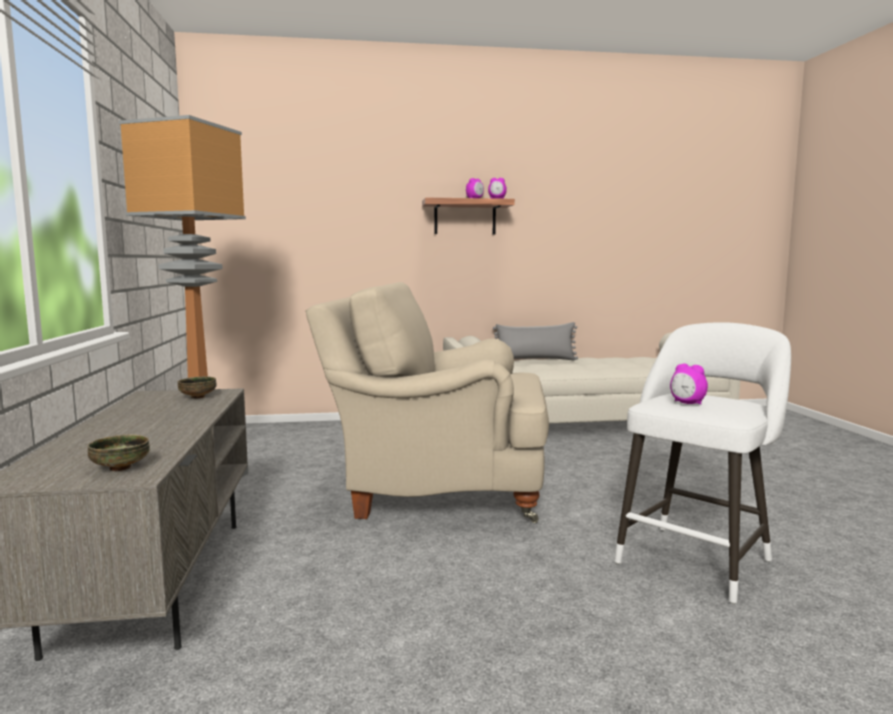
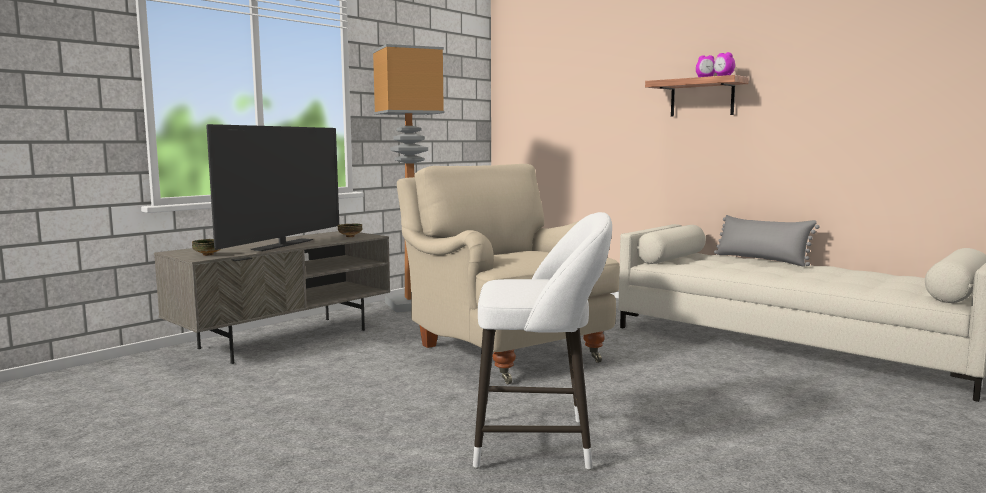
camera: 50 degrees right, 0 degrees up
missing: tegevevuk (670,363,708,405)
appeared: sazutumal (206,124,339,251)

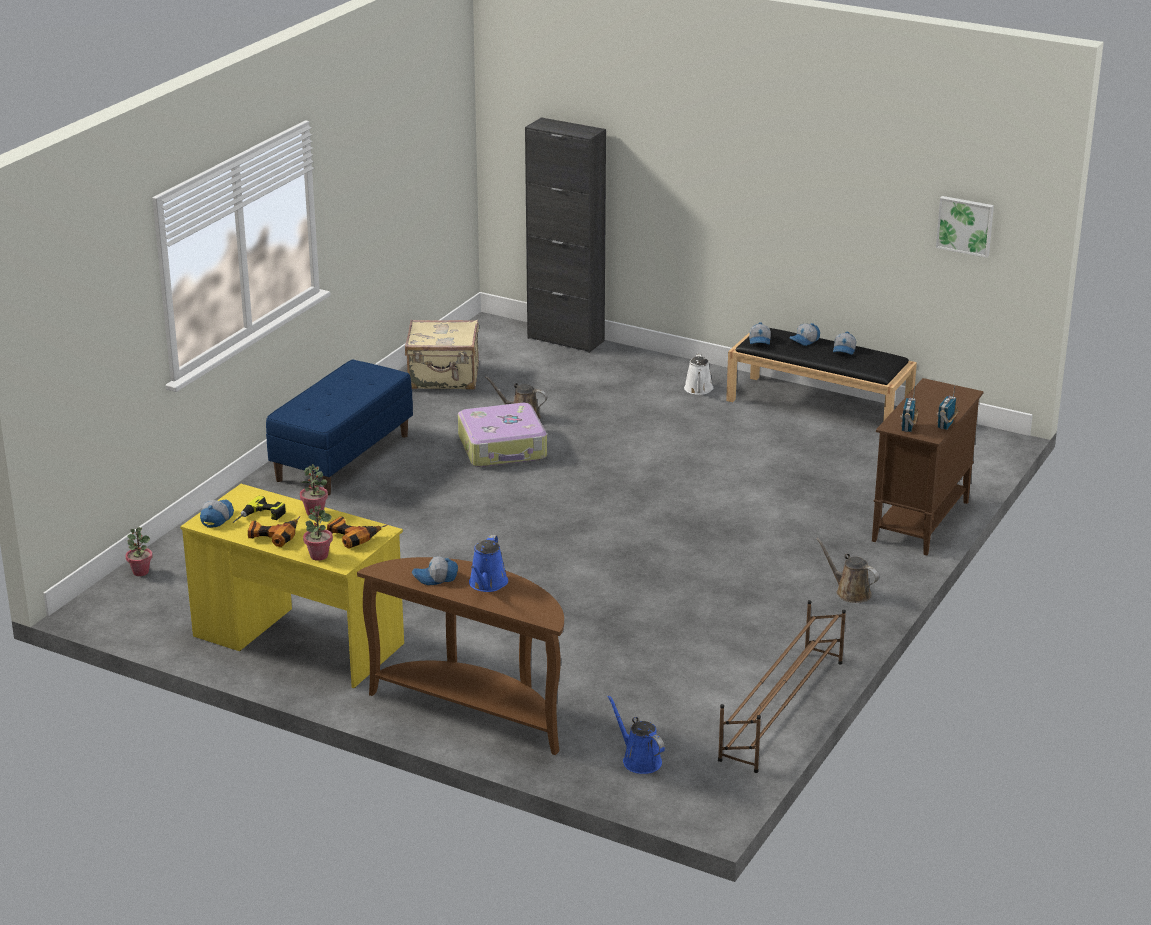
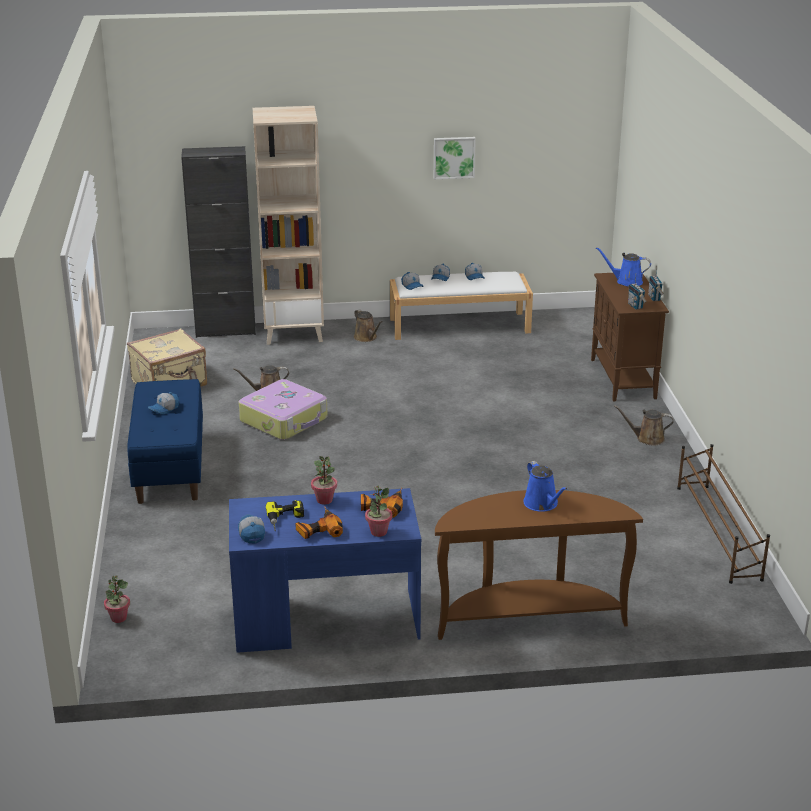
camera: 35 degrees left, 0 degrees up
appeared: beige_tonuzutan (253,106,324,345)
relocated: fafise (412,556,458,585) to (148,392,179,414); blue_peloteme (607,695,665,774) to (596,247,651,287); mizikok (936,196,994,258) to (434,137,476,179)
colour: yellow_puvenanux (180,484,404,688) to blue_puvenanux (229,488,421,653); white_peloteme (684,353,713,395) to brown_peloteme (354,309,382,342); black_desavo (726,328,917,421) to white_desavo (390,272,533,340)

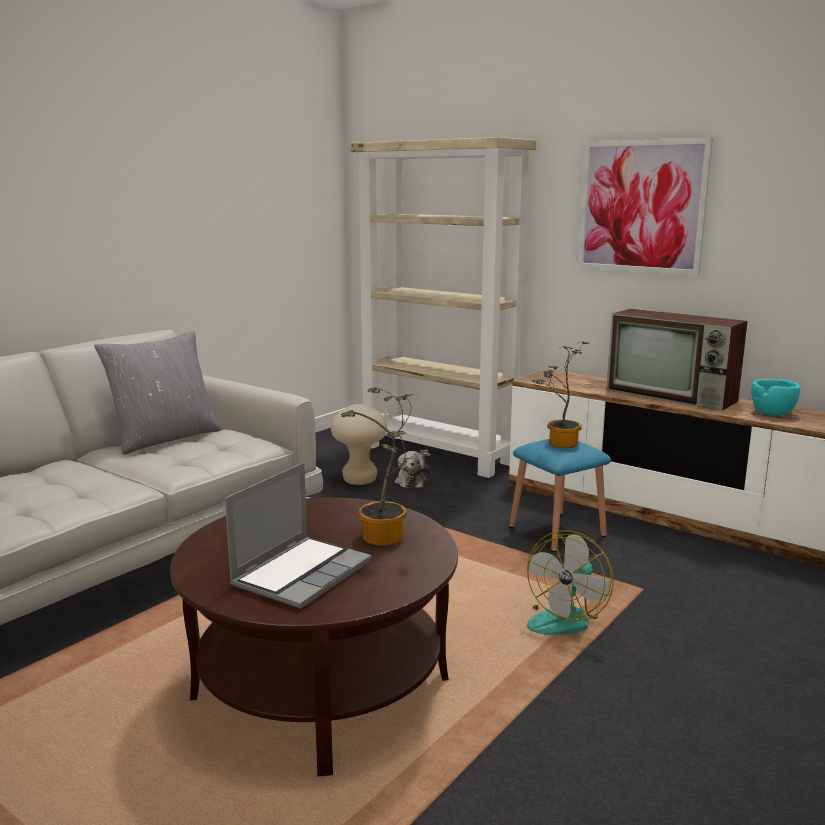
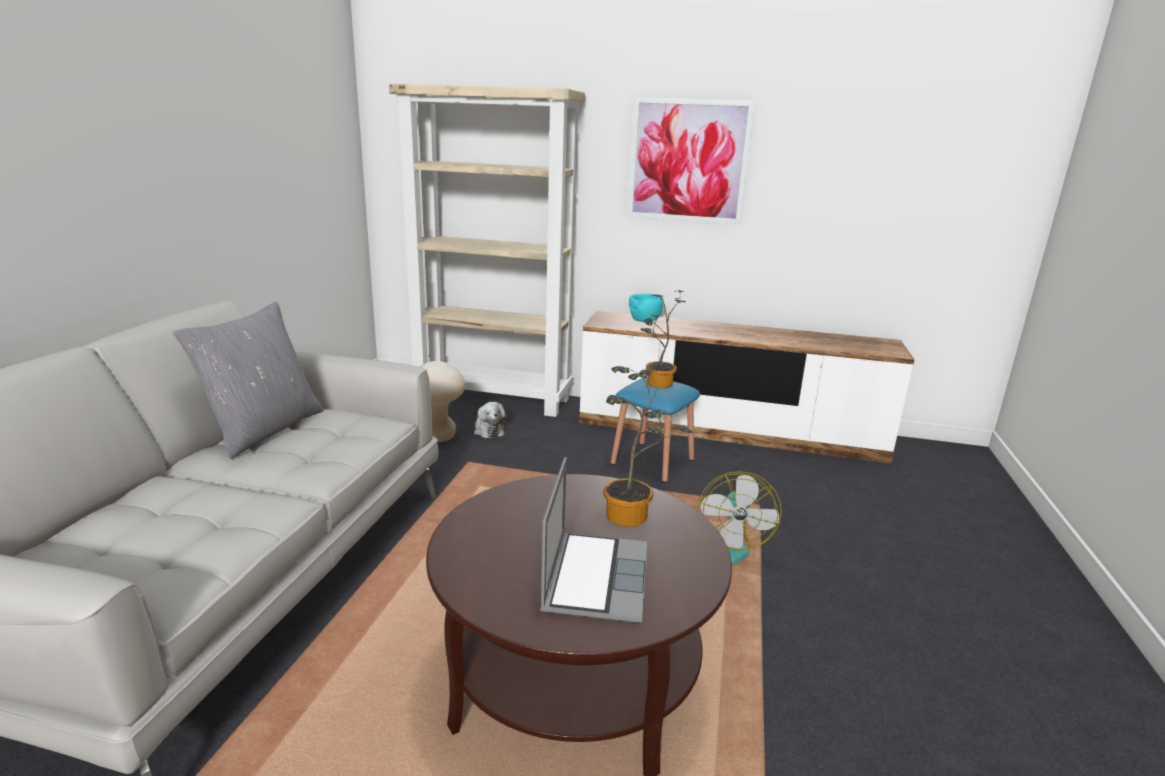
camera: 25 degrees left, 5 degrees up
missing: sazutumal (607,309,748,411)
relocated: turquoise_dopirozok (751,379,800,416) to (629,294,664,322)

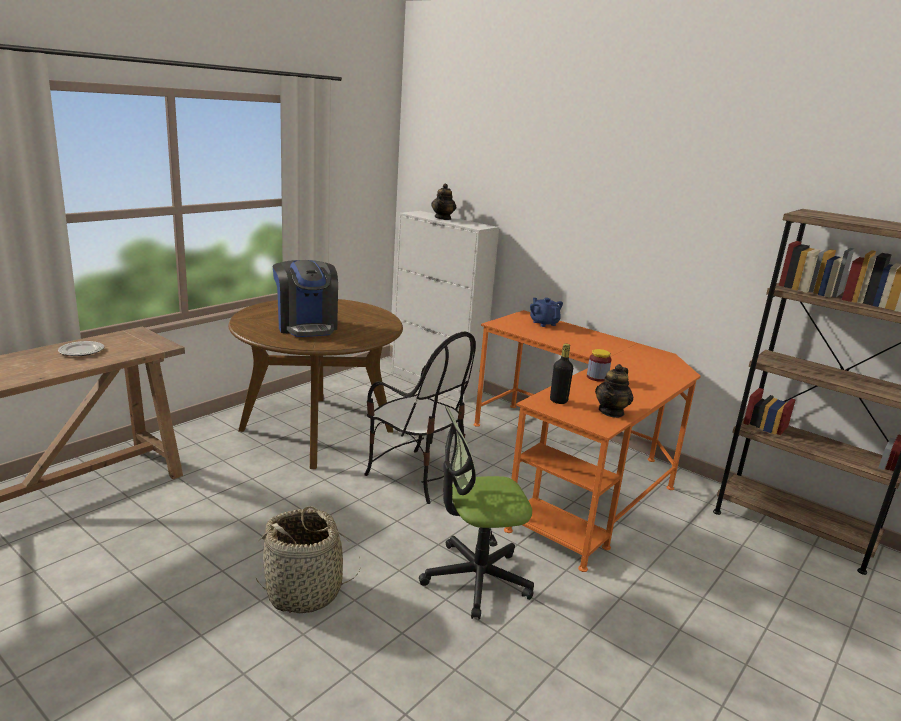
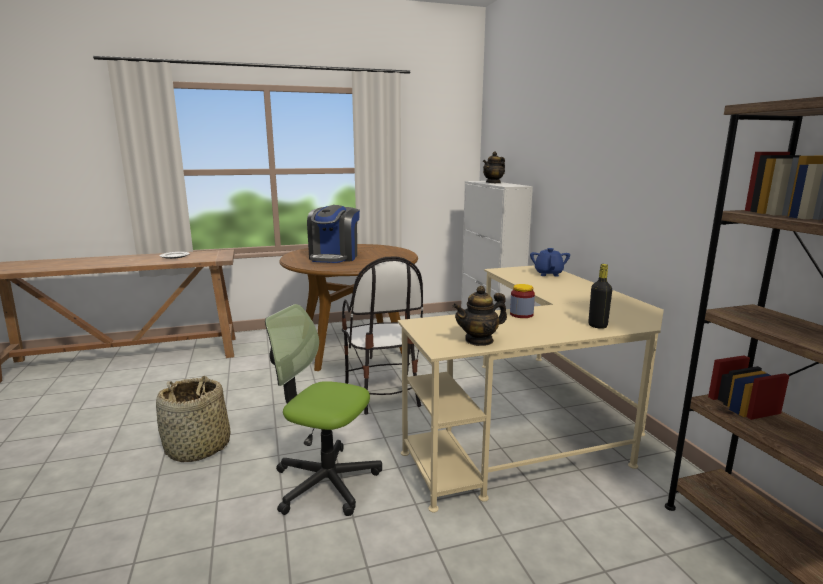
camera: 35 degrees right, 5 degrees down
relocated: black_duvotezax (550,344,573,404) to (588,264,612,329)
colour: orange_puvenanux (474,310,701,572) to beige_puvenanux (398,265,664,512)

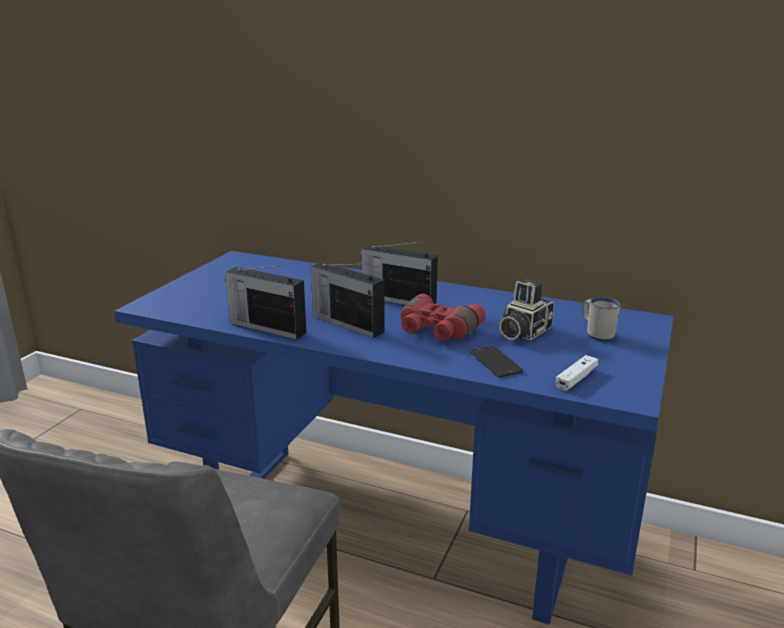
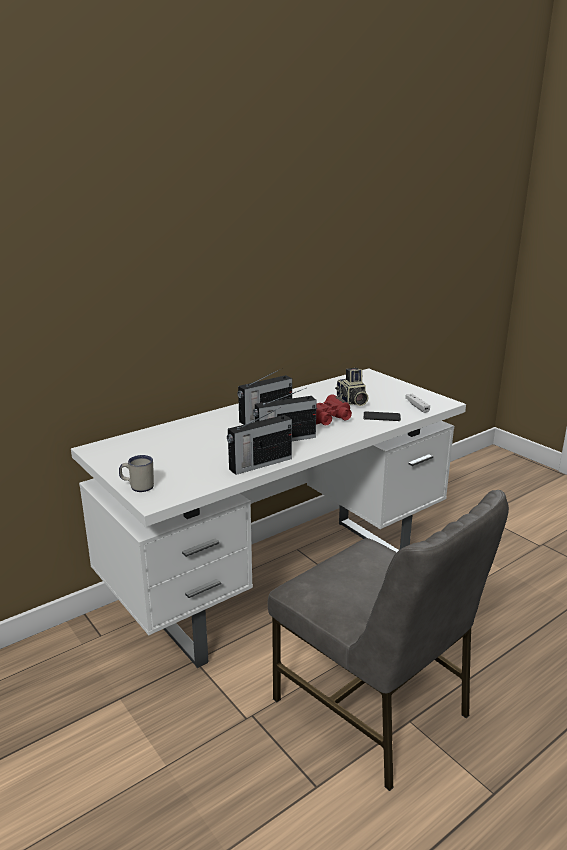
camera: 60 degrees left, 0 degrees up
relocated: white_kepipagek (582,297,621,341) to (119,455,154,492)
colour: blue_puvenanux (114,251,674,625) to white_puvenanux (71,368,466,668)

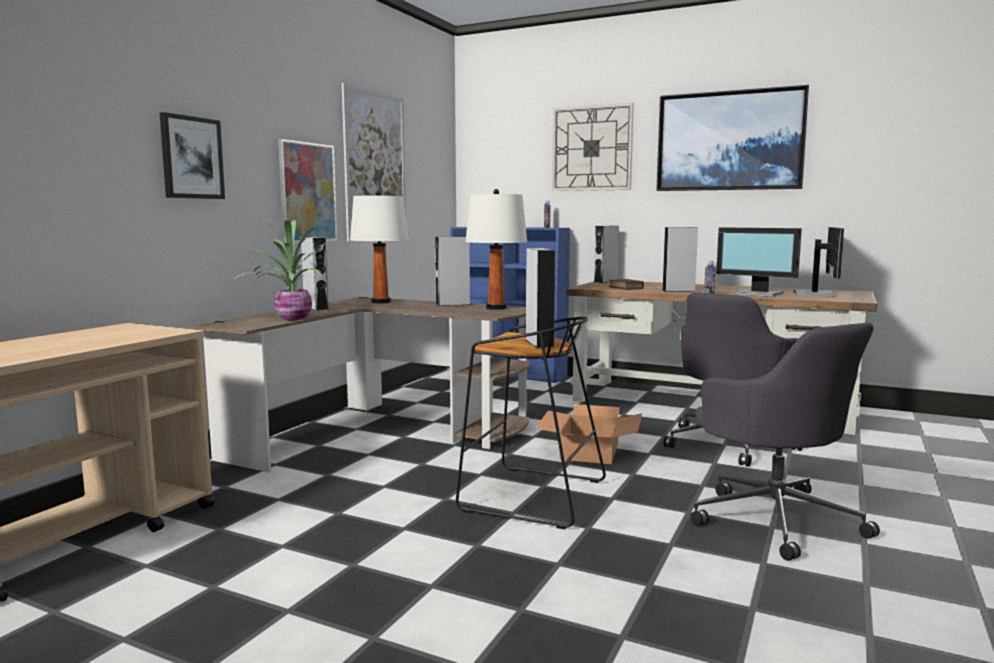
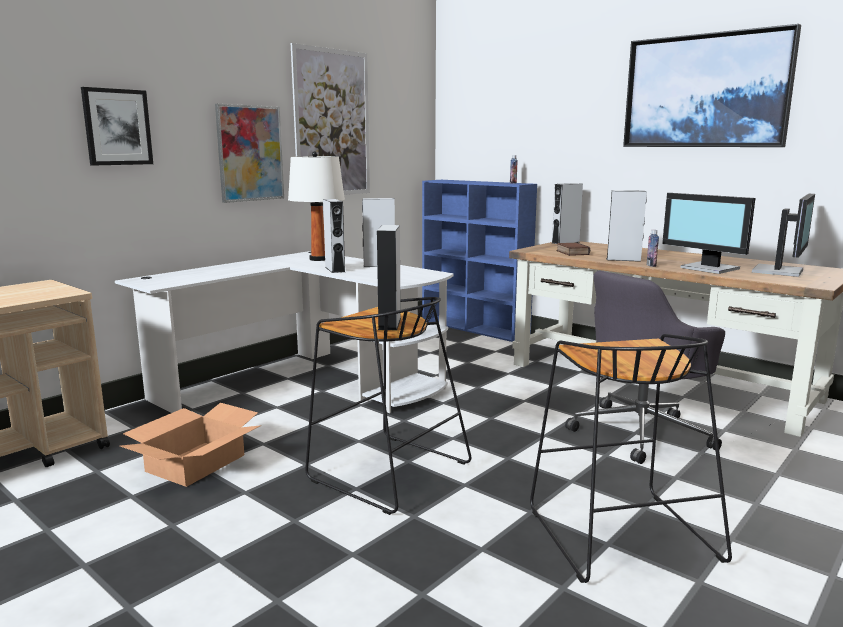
camera: 15 degrees right, 5 degrees up
missing: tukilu (233,220,347,320); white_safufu (466,189,527,310); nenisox (552,103,634,191)
relocated: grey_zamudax (301,237,329,311) to (323,199,345,273); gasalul (535,404,642,464) to (120,403,262,487)
exchanged: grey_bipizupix (691,323,880,561) to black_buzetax (530,334,732,583)
colour: brown_puvenanux (187,297,530,472) to white_puvenanux (115,251,454,413)

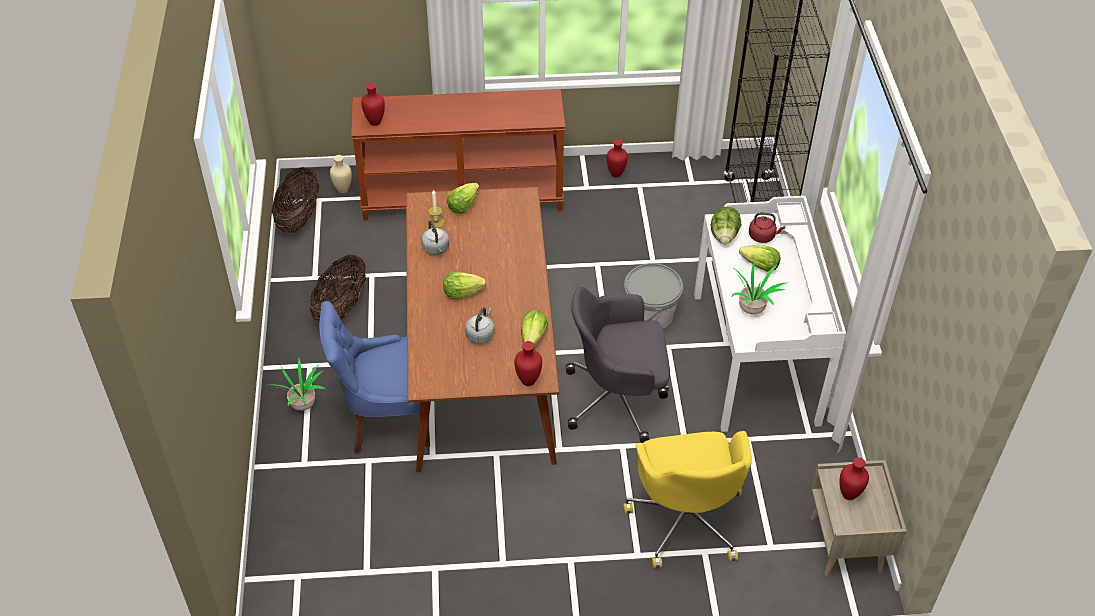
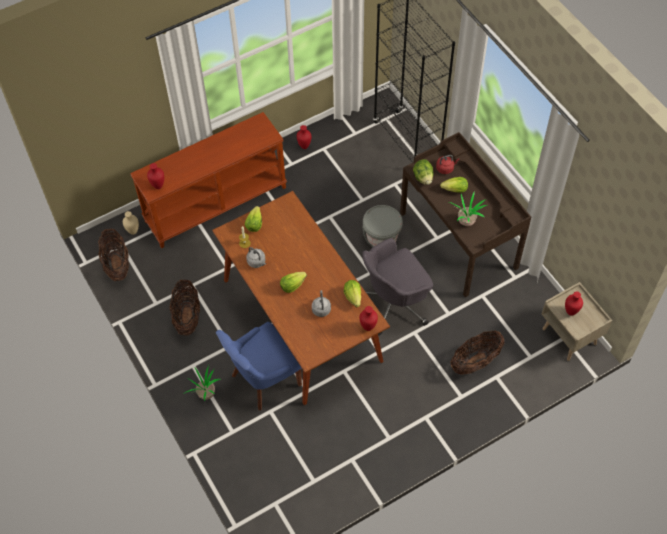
camera: 25 degrees left, 10 degrees up
exchanged: yellow_bipizupix (623,431,752,568) to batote (451,331,505,375)
colour: white_puvenanux (694,196,846,432) to brown_puvenanux (400,132,531,297)

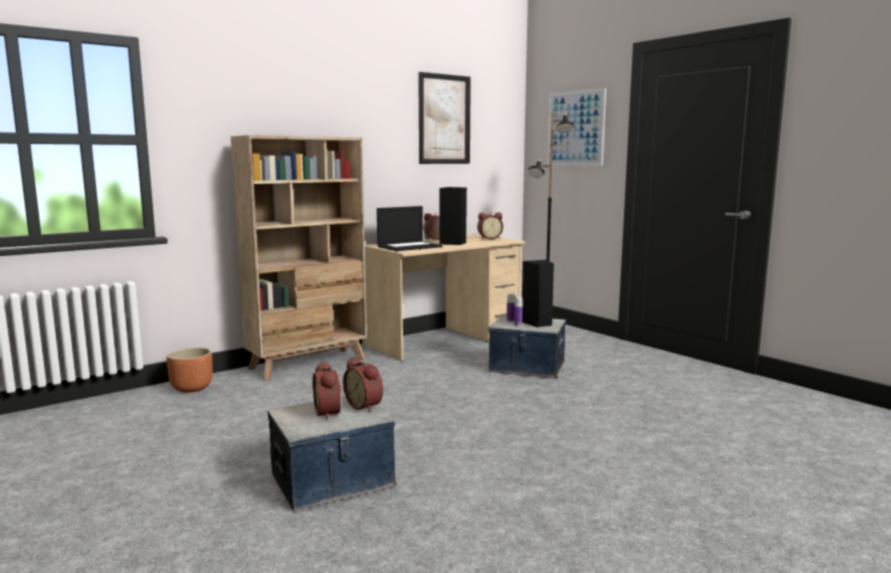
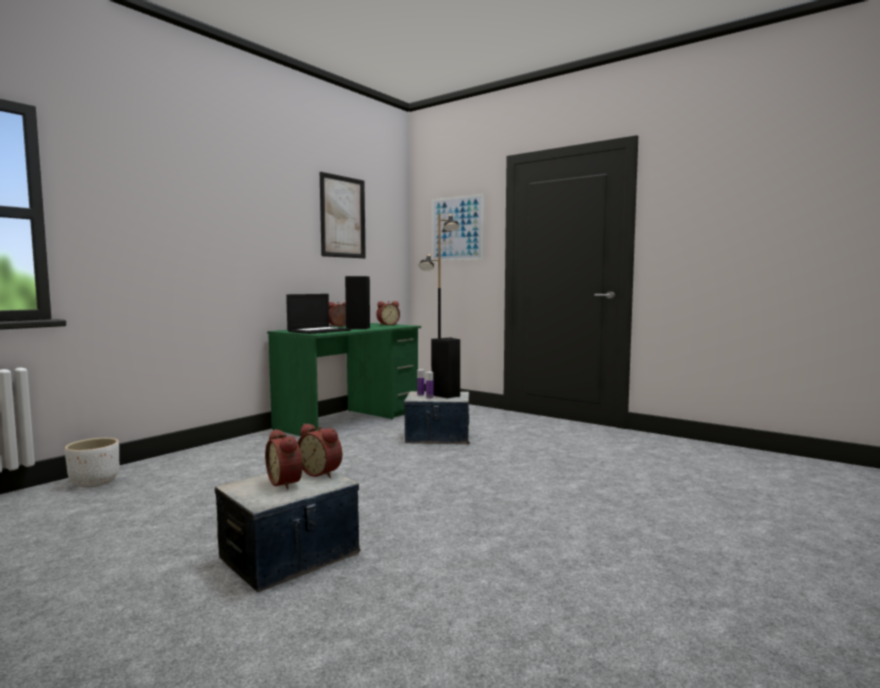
camera: 15 degrees left, 5 degrees down
missing: beige_tonuzutan (231,135,367,381)
colour: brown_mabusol (166,347,213,392) to white_mabusol (65,438,119,487); beige_puvenanux (362,234,525,361) to green_puvenanux (267,323,421,436)

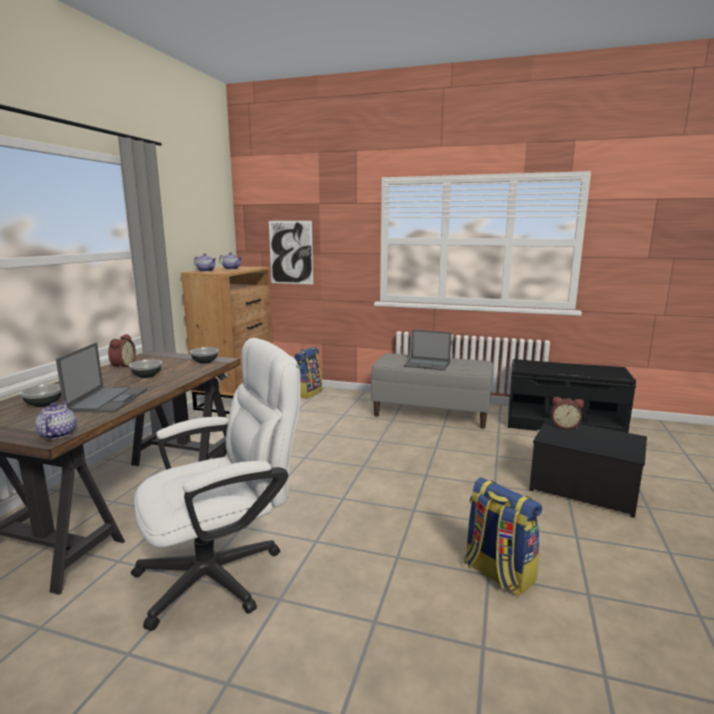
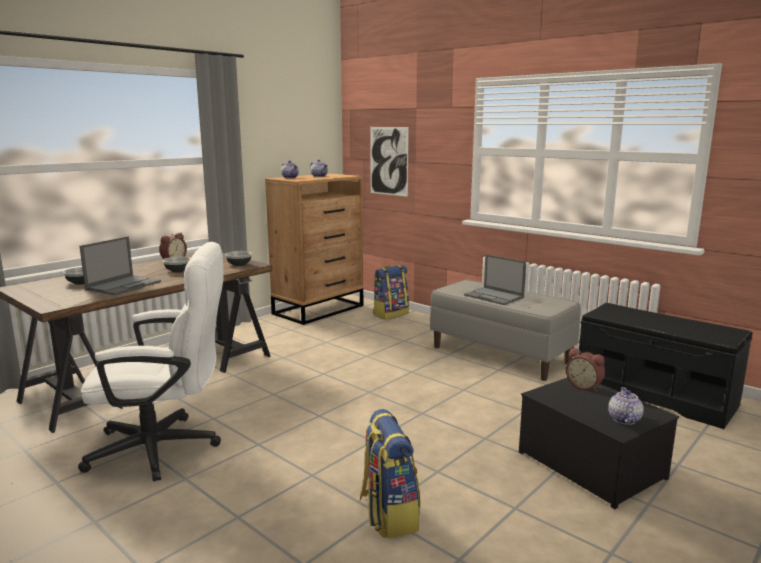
camera: 25 degrees right, 0 degrees up
relocated: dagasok (35,402,76,439) to (608,387,644,425)

